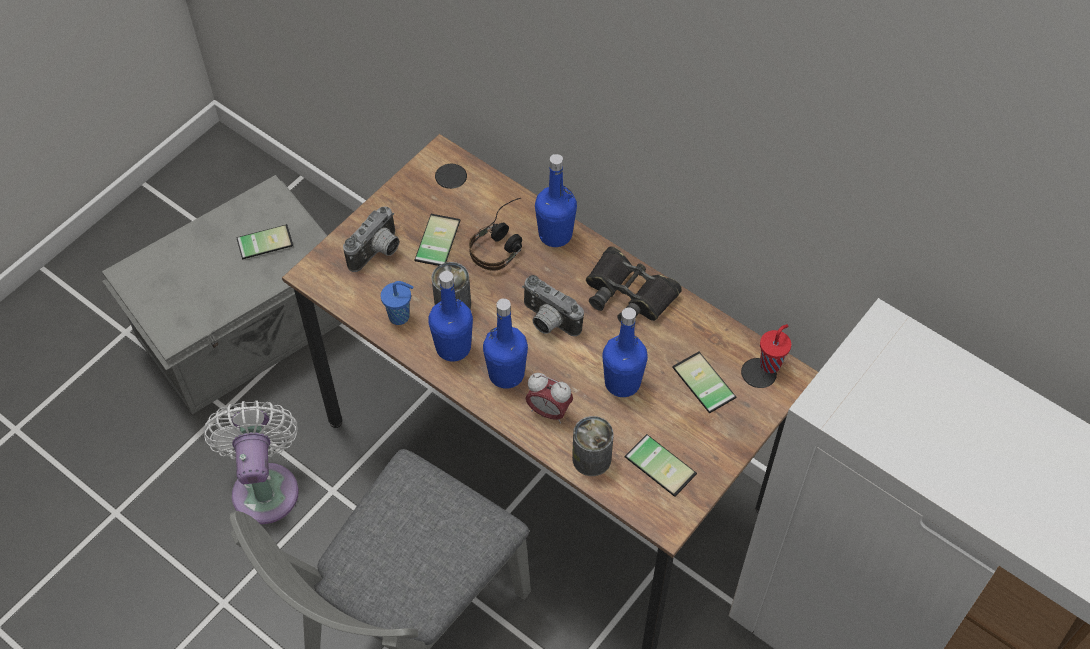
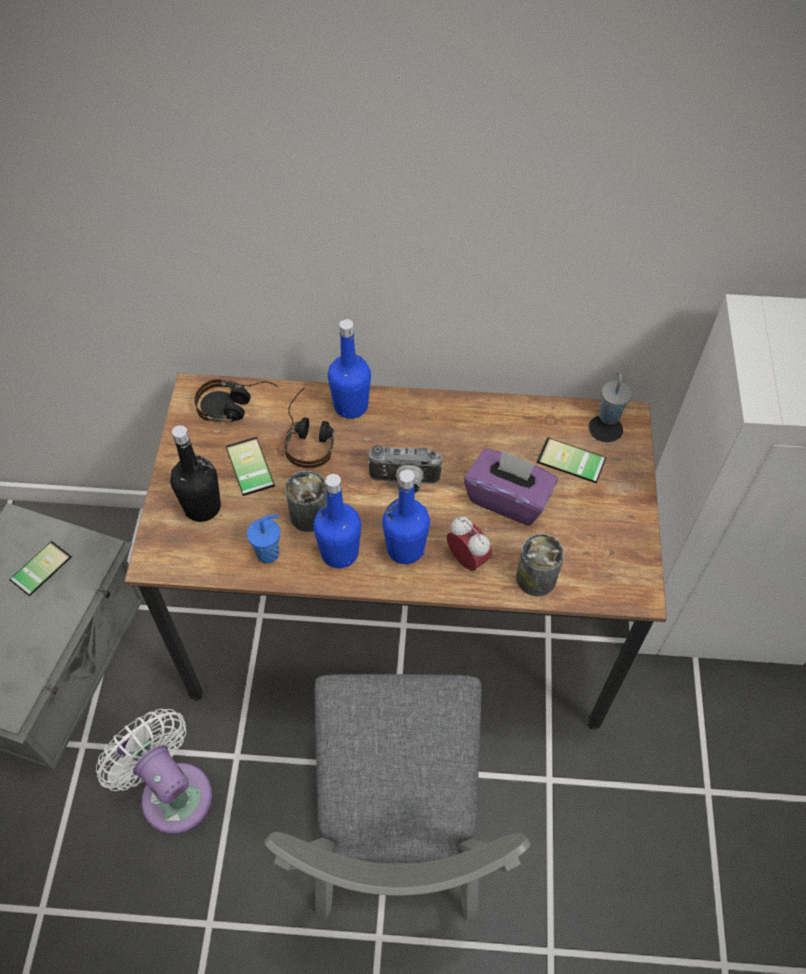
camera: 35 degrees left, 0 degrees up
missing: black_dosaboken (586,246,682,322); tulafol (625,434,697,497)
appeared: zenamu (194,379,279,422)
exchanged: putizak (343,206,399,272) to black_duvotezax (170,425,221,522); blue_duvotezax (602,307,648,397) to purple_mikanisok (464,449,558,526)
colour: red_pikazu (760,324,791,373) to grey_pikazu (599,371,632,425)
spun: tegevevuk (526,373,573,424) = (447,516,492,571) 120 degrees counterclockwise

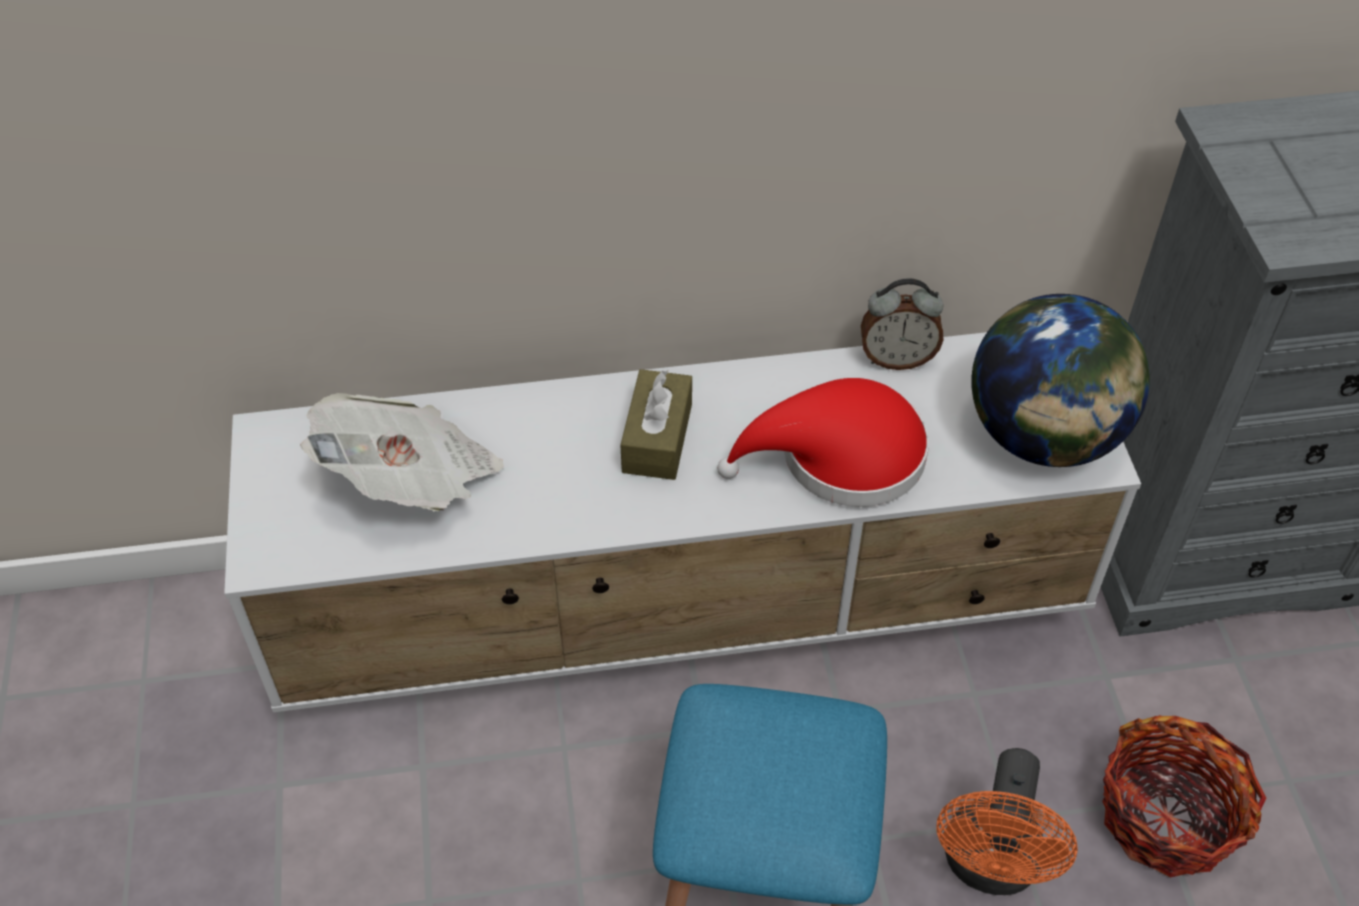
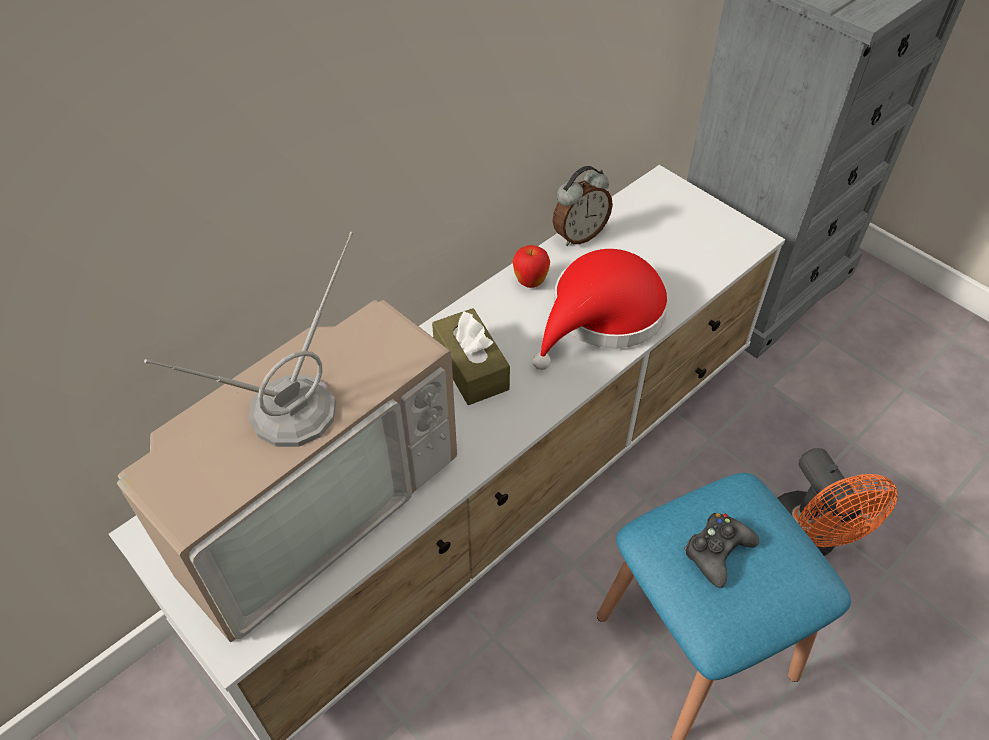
camera: 35 degrees left, 0 degrees up
missing: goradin (972,294,1150,467); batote (1102,715,1266,877)
appeared: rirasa (513,245,550,288); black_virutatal (684,513,759,588)
exchanged: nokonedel (300,393,504,511) to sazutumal (117,231,457,642)

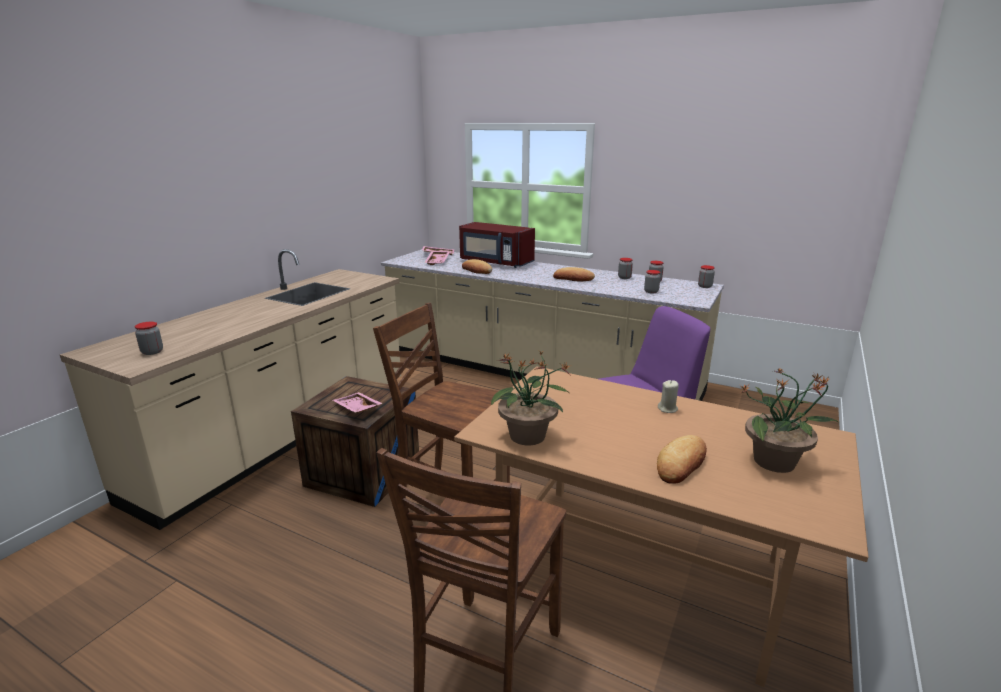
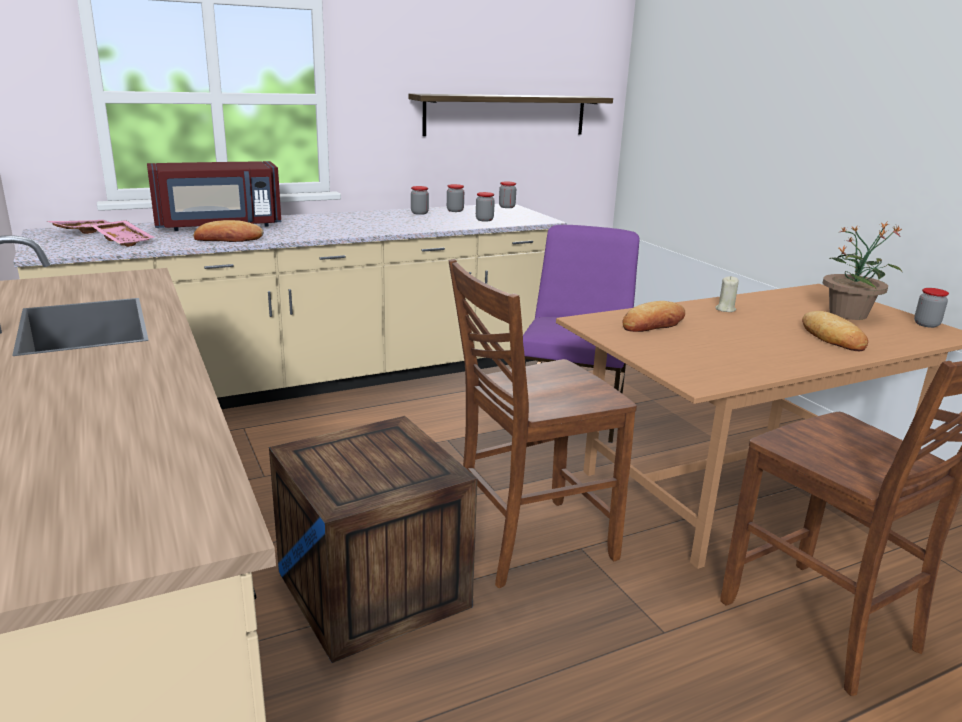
camera: 55 degrees left, 0 degrees up
missing: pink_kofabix (333,392,383,413); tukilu (491,351,570,445)
appeared: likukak (409,94,613,136)
relocated: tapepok (134,322,163,355) to (914,288,949,328); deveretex (553,267,595,282) to (622,301,685,332)

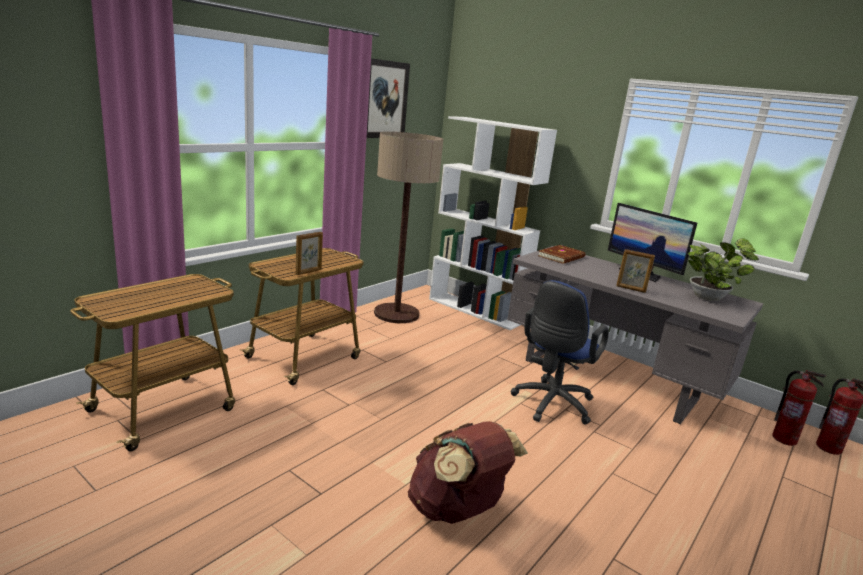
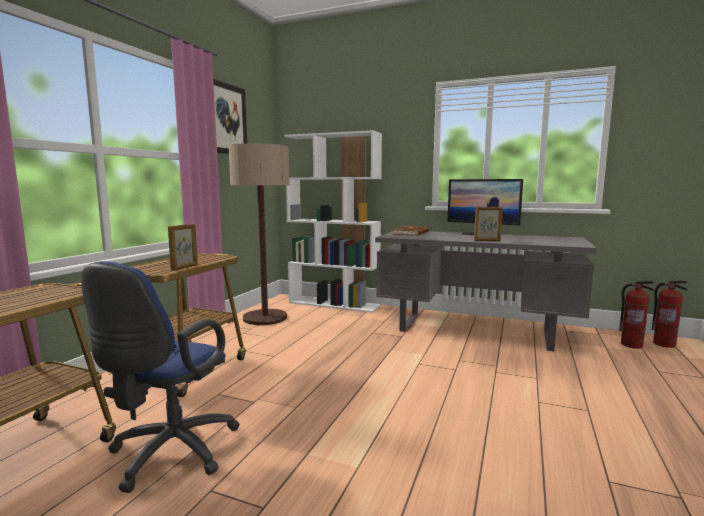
camera: 15 degrees left, 10 degrees down
missing: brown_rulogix (408,421,528,524); tukilu (688,238,759,301)
relocated: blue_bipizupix (511,280,609,425) to (81,261,240,493)

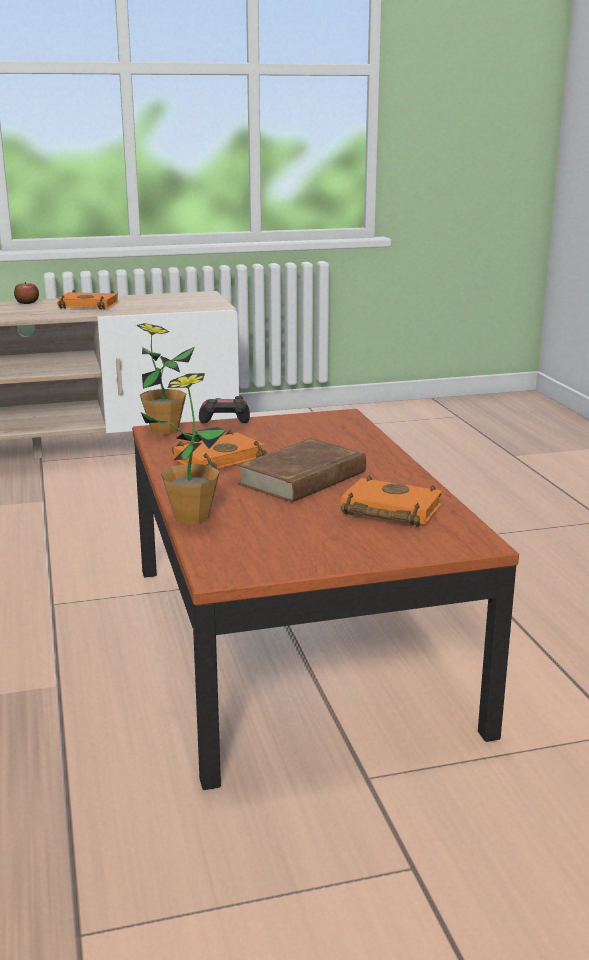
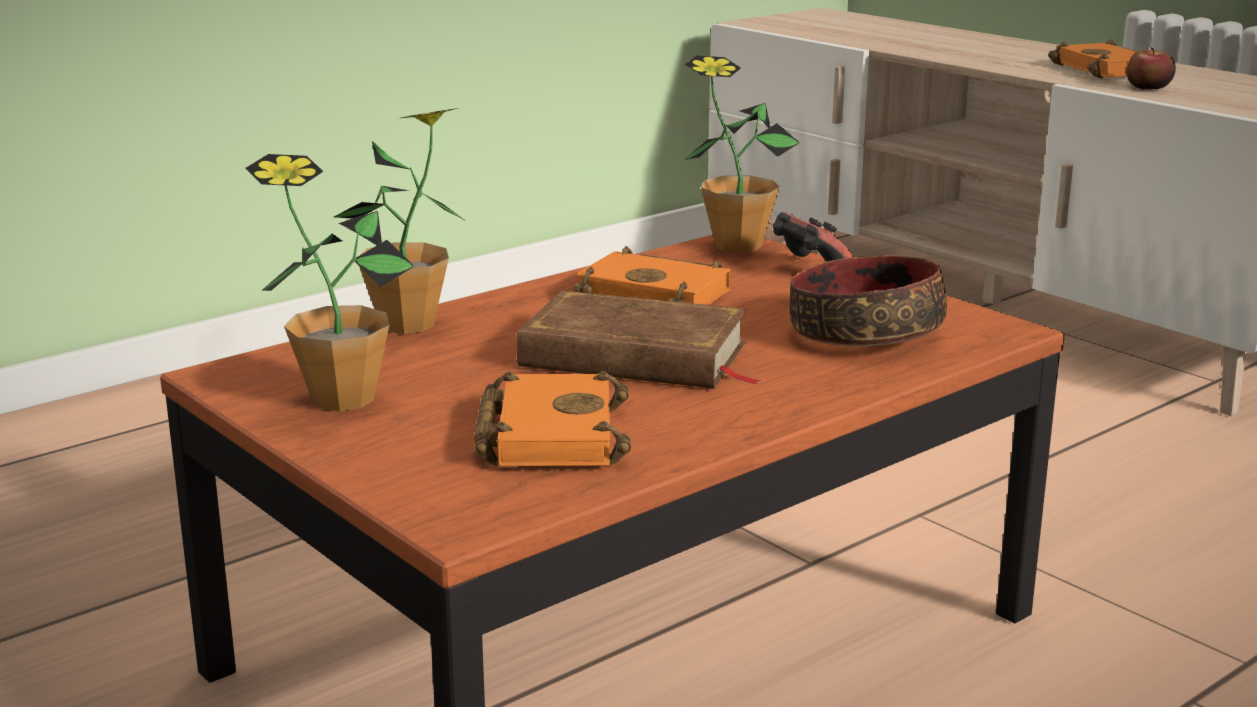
camera: 65 degrees right, 0 degrees up
appeared: tukilu (246,154,415,411); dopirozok (790,255,947,346)
relocated: rirasa (14,282,39,304) to (1127,47,1176,90)

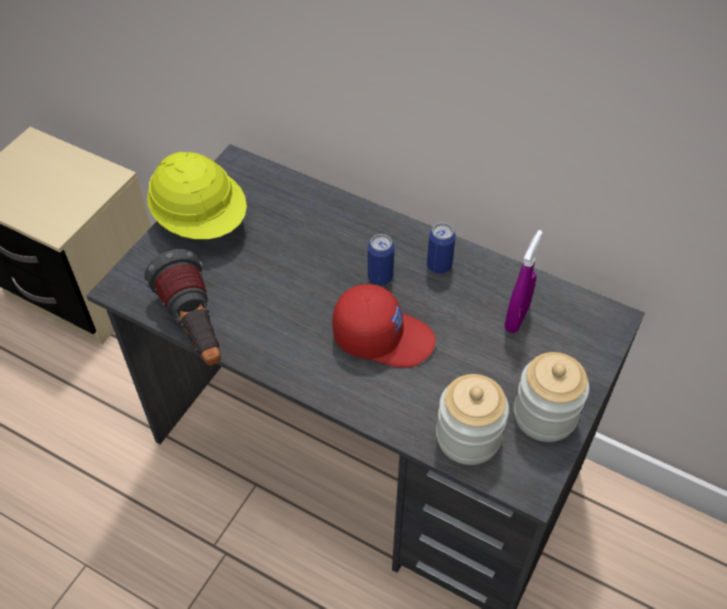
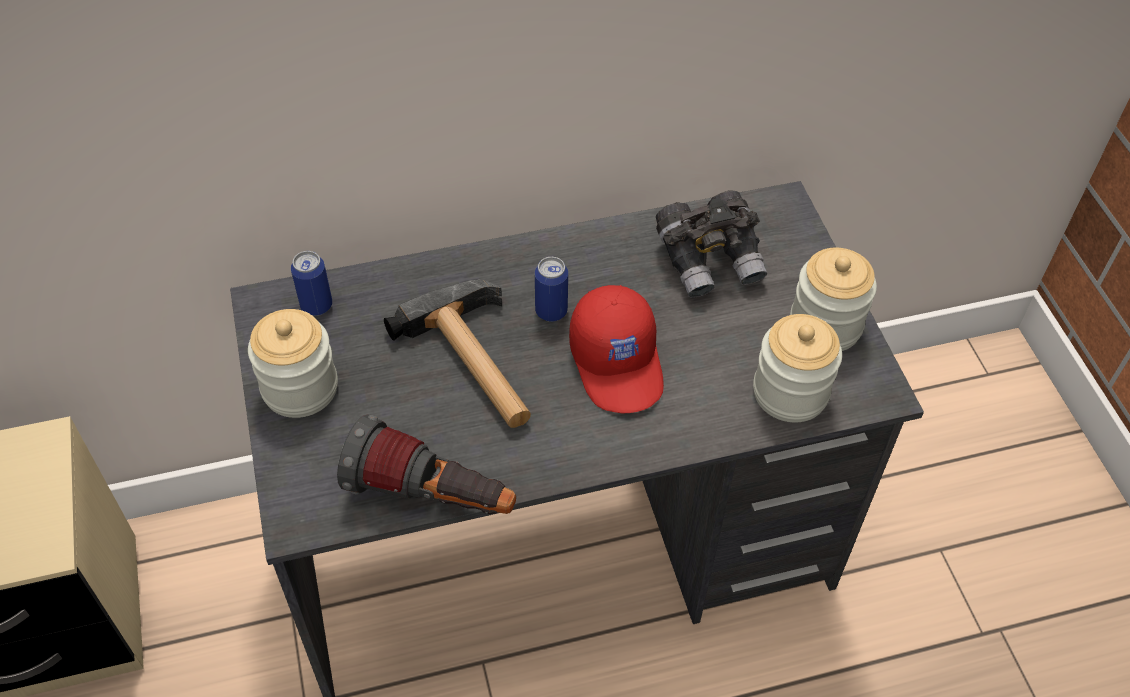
camera: 45 degrees left, 0 degrees up
appeared: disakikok (384,279,531,428)
relocated: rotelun (427,223,456,274) to (291,251,332,316)
exchanged: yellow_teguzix (147,152,247,239) to tapepok (248,309,338,418); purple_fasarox (505,230,542,333) to grey_dosaboken (656,190,767,298)
spun: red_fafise (332,284,436,368) = (569,285,664,413) 105 degrees clockwise

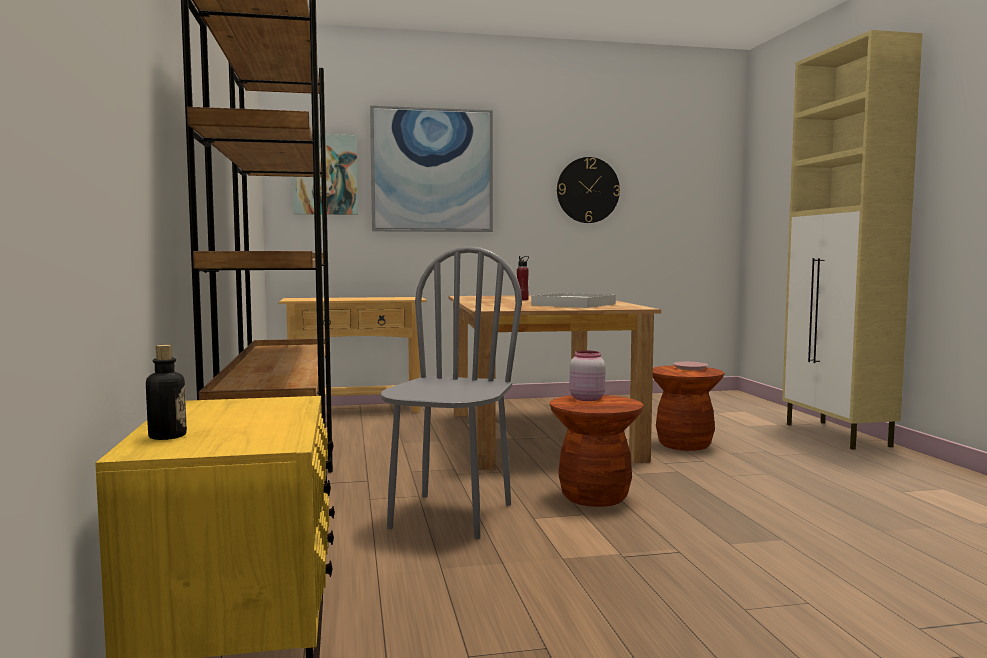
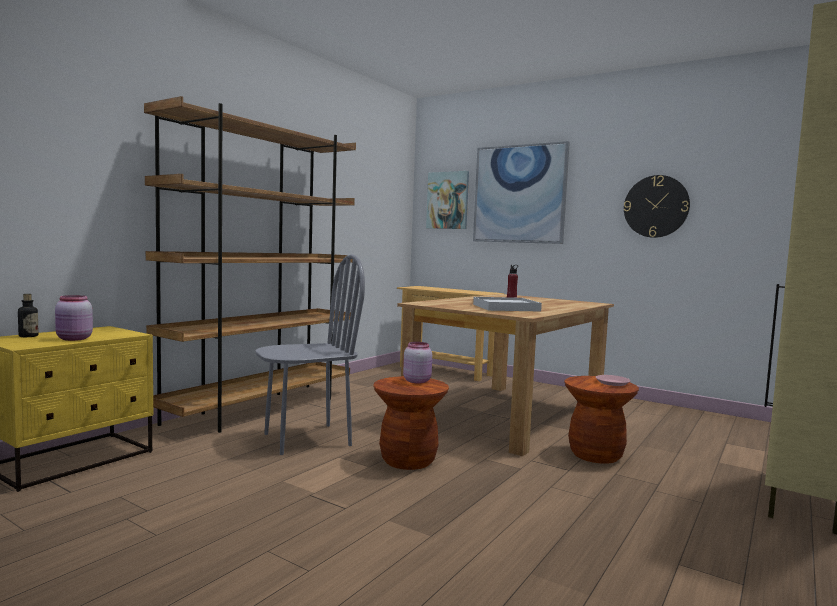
camera: 45 degrees right, 0 degrees up
appeared: pink_tapepok (55,295,93,341)

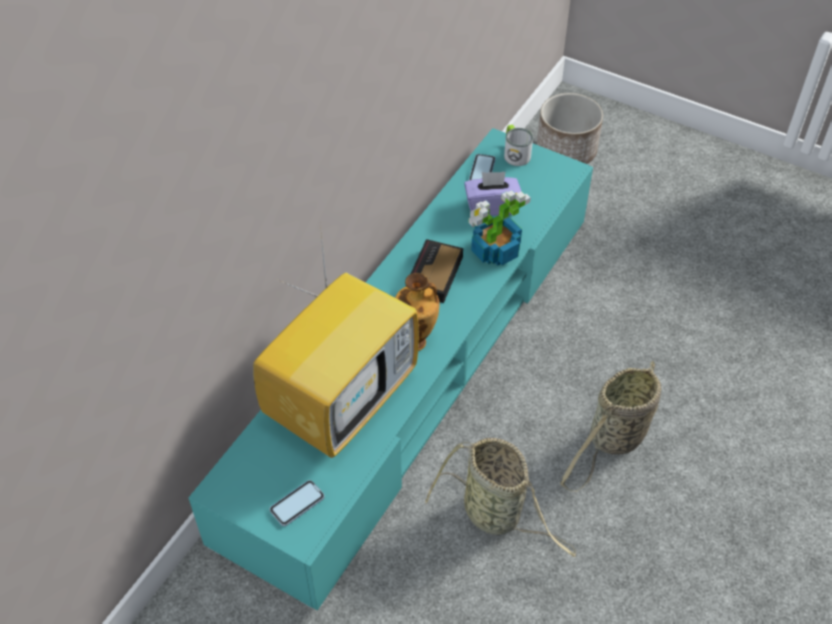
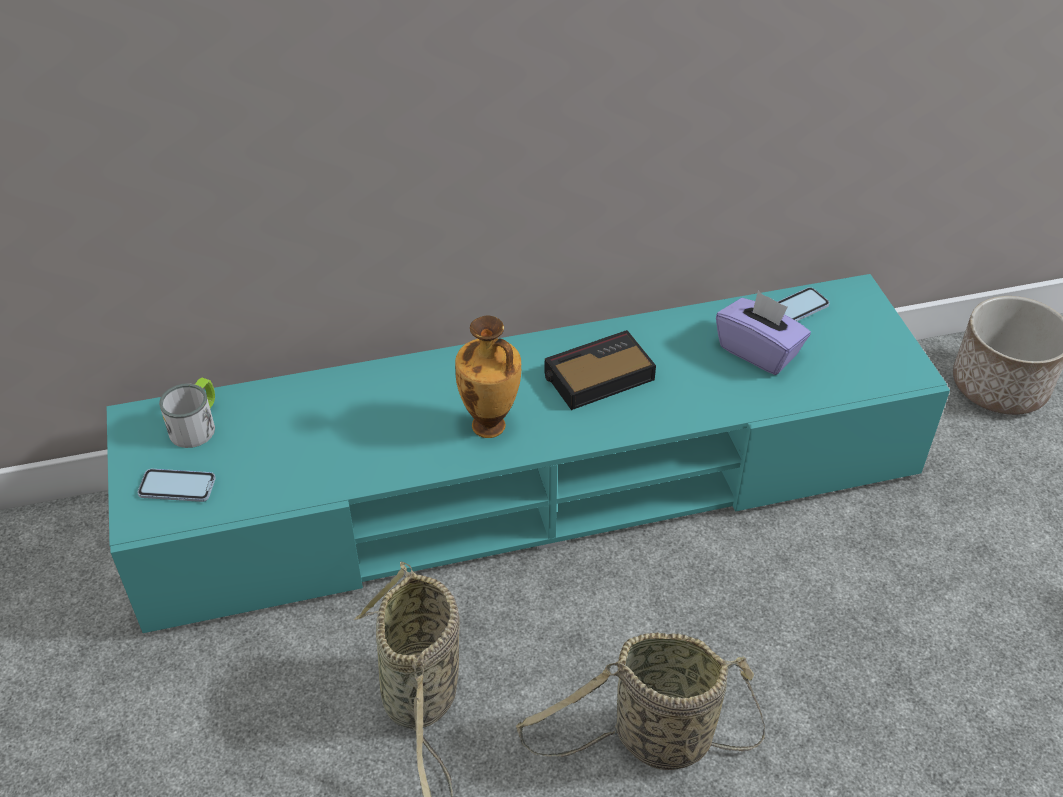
camera: 45 degrees right, 5 degrees down
missing: sazutumal (253,225,419,458); tukilu (469,190,531,266)
relocated: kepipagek (504,125,533,166) to (159,377,215,448)

